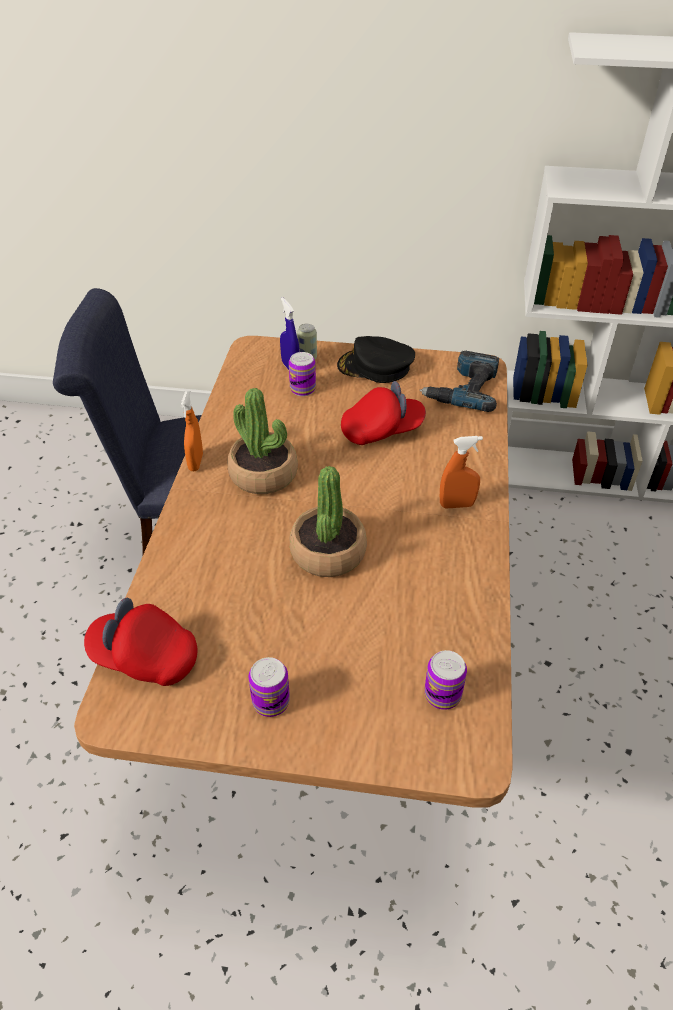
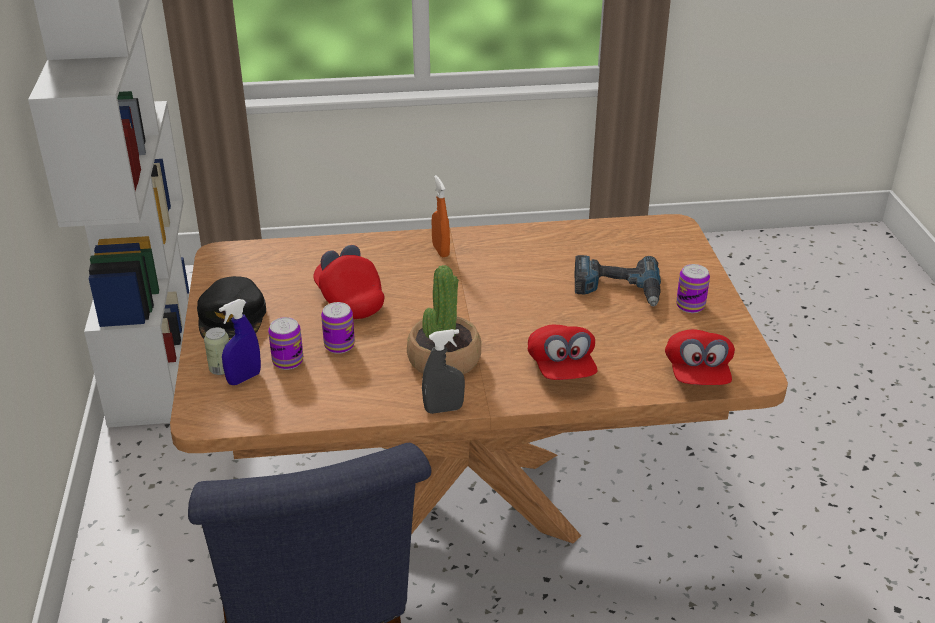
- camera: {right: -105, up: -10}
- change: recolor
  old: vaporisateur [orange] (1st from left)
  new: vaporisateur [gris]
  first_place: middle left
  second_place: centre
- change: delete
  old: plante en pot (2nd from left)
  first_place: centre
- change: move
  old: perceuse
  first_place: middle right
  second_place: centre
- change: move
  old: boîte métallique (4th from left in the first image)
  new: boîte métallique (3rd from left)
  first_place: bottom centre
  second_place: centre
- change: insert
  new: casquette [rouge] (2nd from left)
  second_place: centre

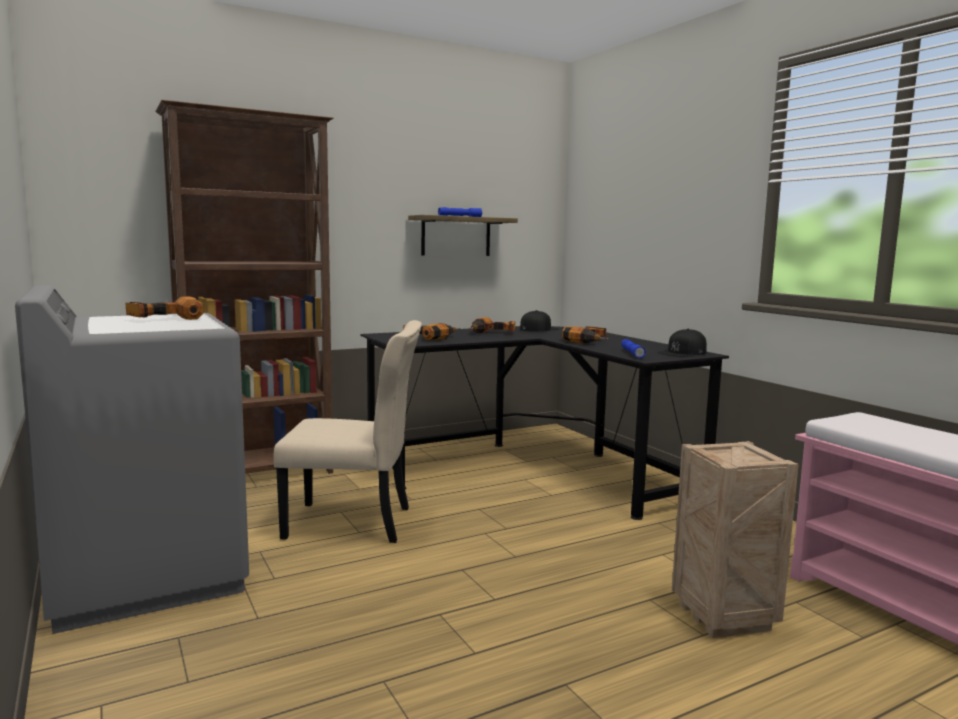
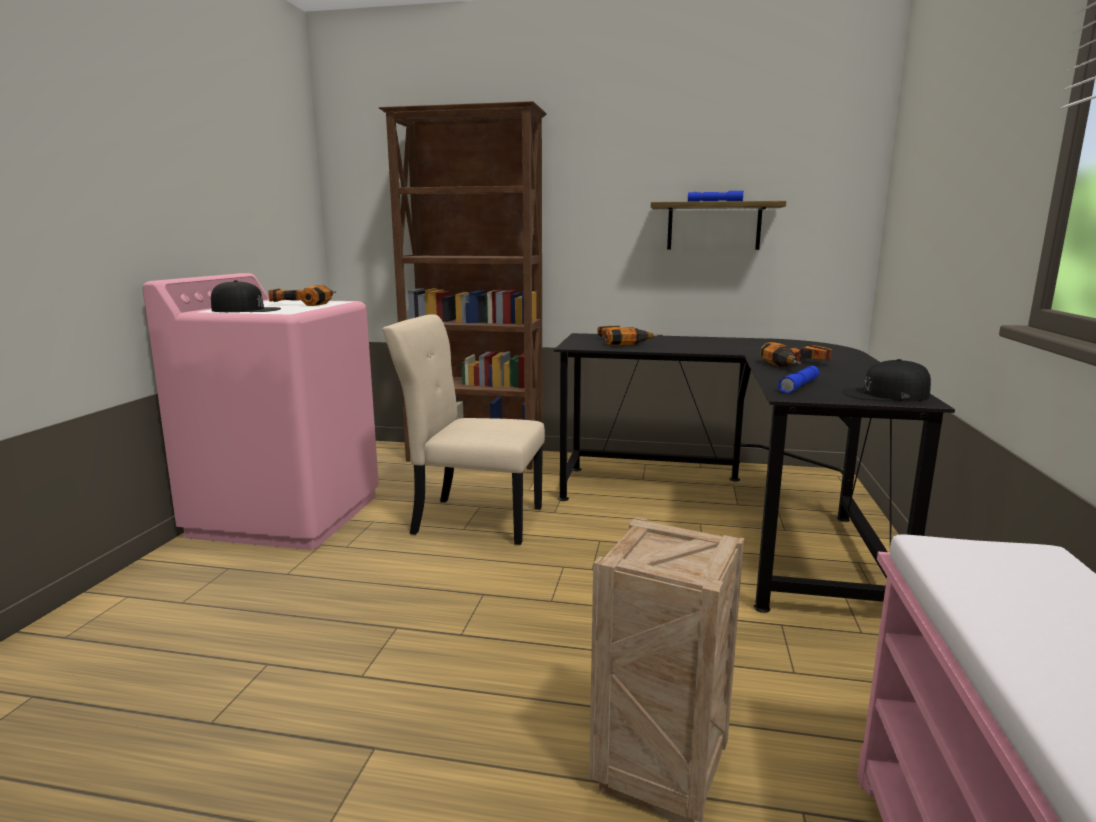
- camera: {right: 40, up: 5}
- change: recolor
  old: lave-linge [gris]
  new: lave-linge [rose]
  first_place: middle left
  second_place: middle left
- change: rotate
  old: chaise [beige]
  first_place: centre
  second_place: centre
  degrees: 150
- change: delete
  old: perceuse (3rd from left)
  first_place: centre
- change: move
  old: casquette [noir] (1st from left)
  first_place: centre
  second_place: middle left

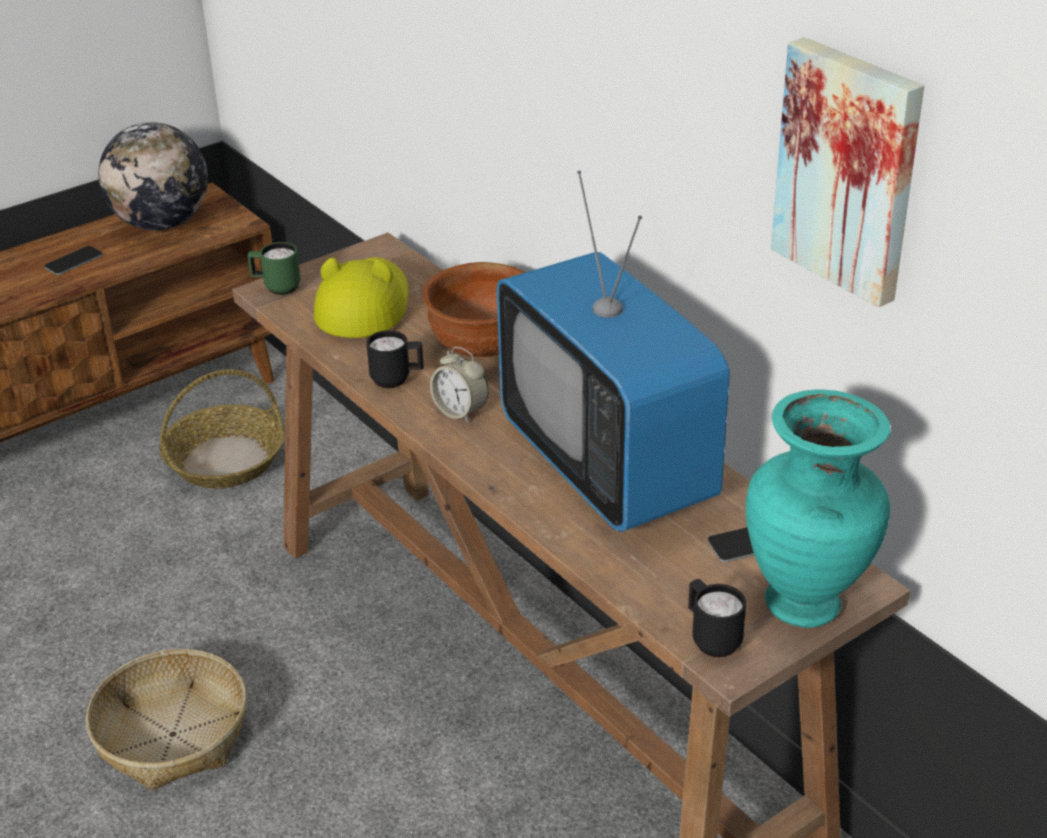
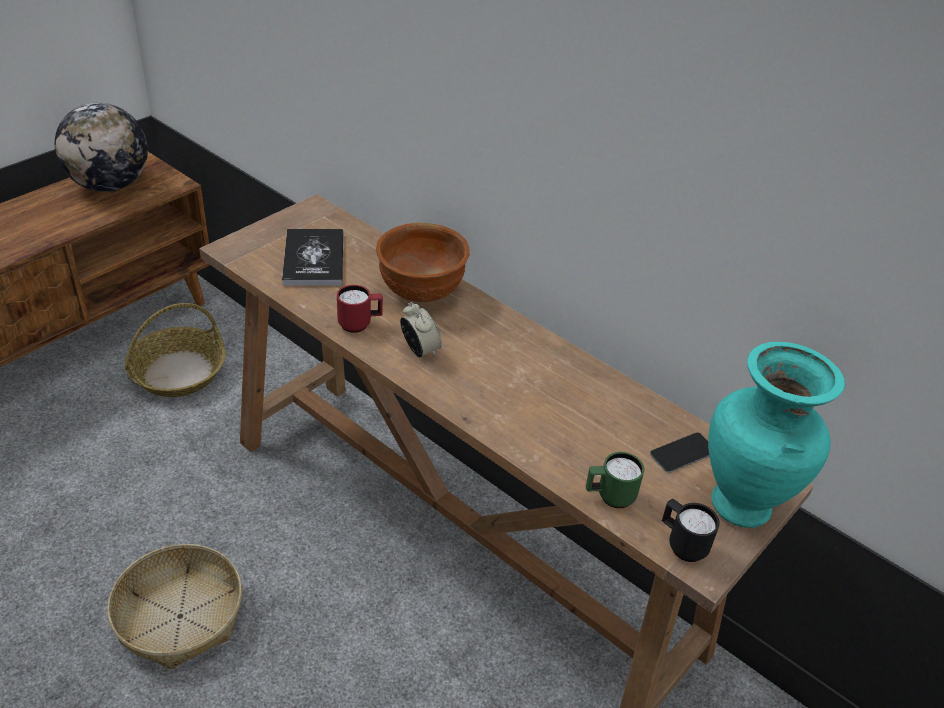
- camera: {right: -15, up: 5}
- change: delete
  old: téléphone (1st from left)
  first_place: top left
- change: move
  old: mug [vert]
  first_place: top left
  second_place: bottom centre
- change: replace
  old: chapeau [jaune]
  new: livre
  first_place: centre
  second_place: middle left
- change: recolor
  old: mug [noir] (1st from left)
  new: mug [rouge]
  first_place: centre
  second_place: centre
- change: rotate
  old: réveil
  first_place: centre
  second_place: centre
  degrees: -150
- change: delete
  old: téléviseur
  first_place: centre
- change: delete
  old: tableau
  first_place: top right

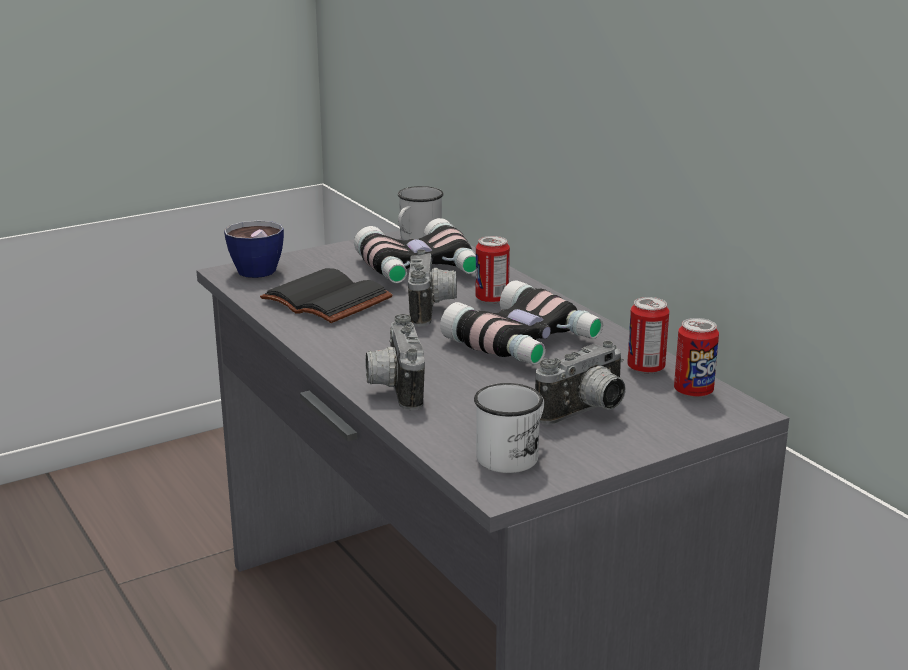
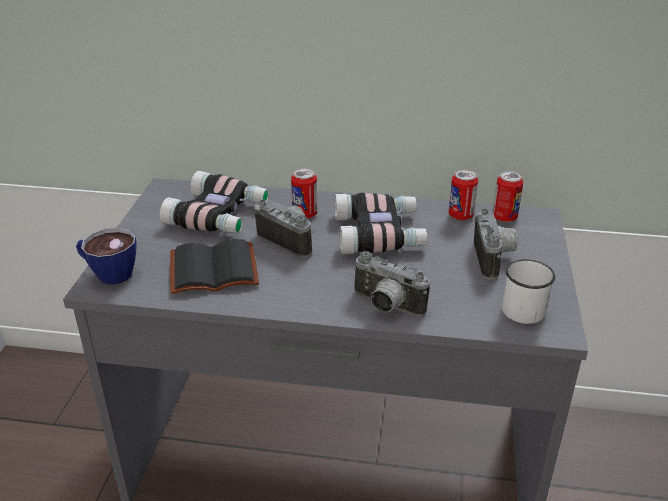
- camera: {right: -50, up: 10}
- change: delete
  old: mug [blanc] (1st from left)
  first_place: top centre

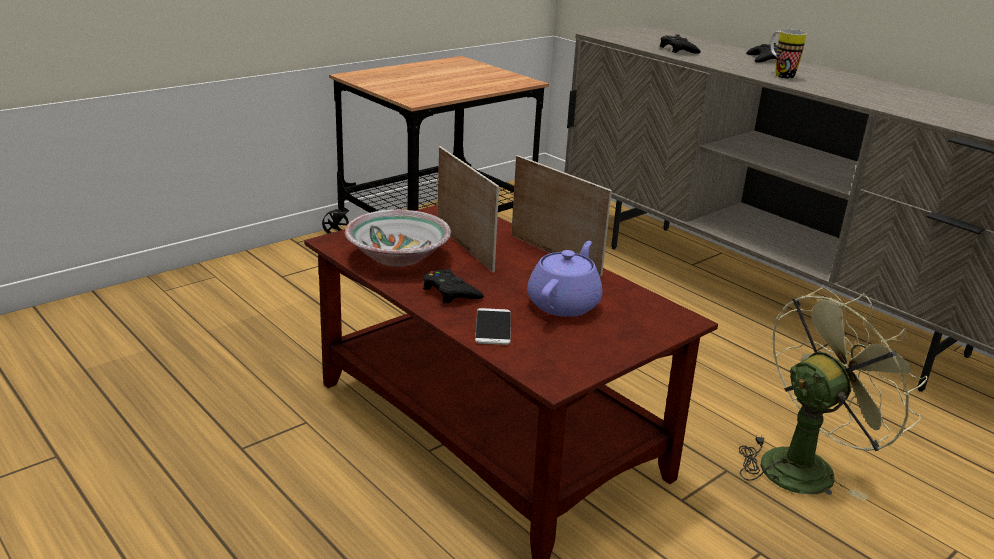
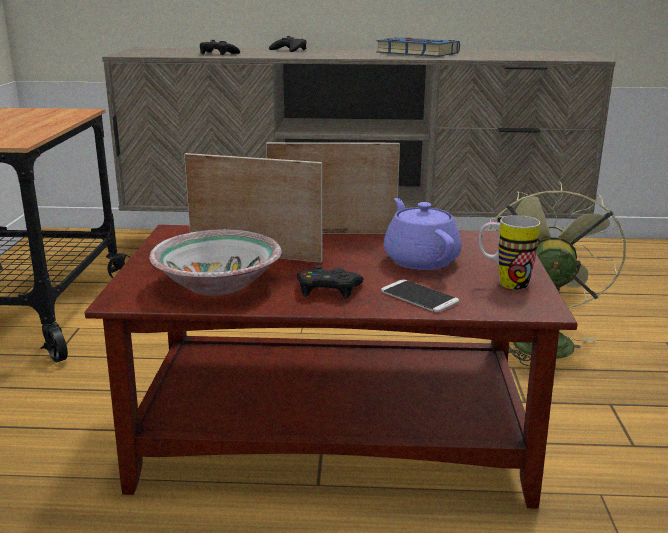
- camera: {right: -45, up: -5}
- change: move
  old: mug
  first_place: top right
  second_place: middle right
- change: insert
  new: livre [bleu]
  second_place: top centre

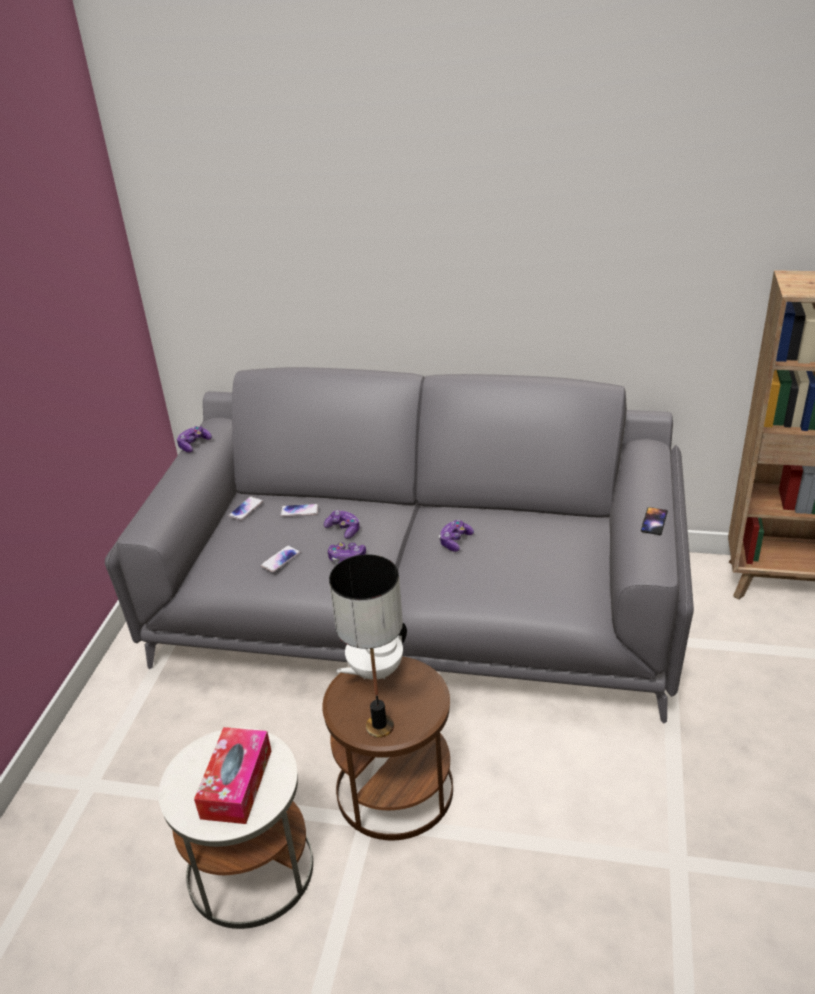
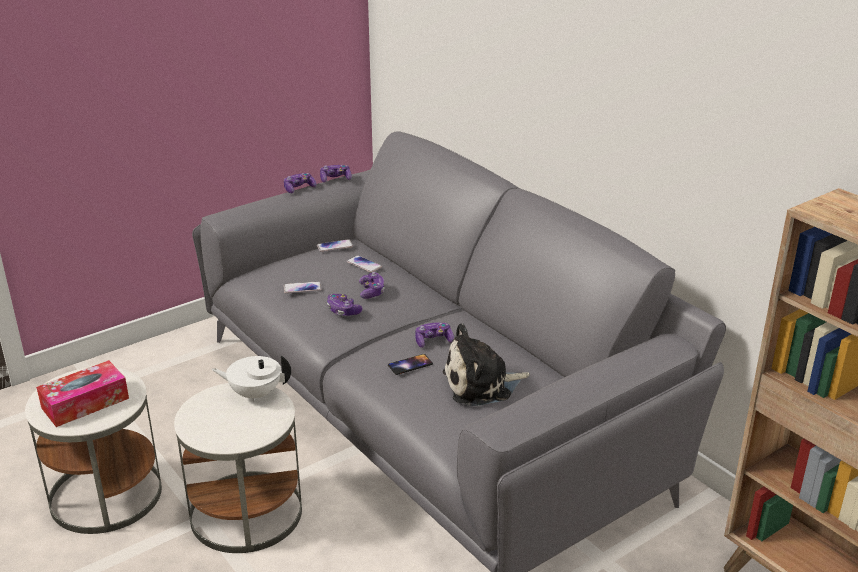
- camera: {right: 40, up: -5}
- change: recolor
  old: table d'appoint [marron]
  new: table d'appoint [blanc] (2nd from left)
  first_place: bottom centre
  second_place: bottom left
- change: delete
  old: lampe de table
  first_place: centre
- change: move
  old: téléphone (4th from left)
  first_place: middle right
  second_place: centre
- change: insert
  new: manette (1st from left)
  second_place: top centre
- change: insert
  new: peluche
  second_place: centre

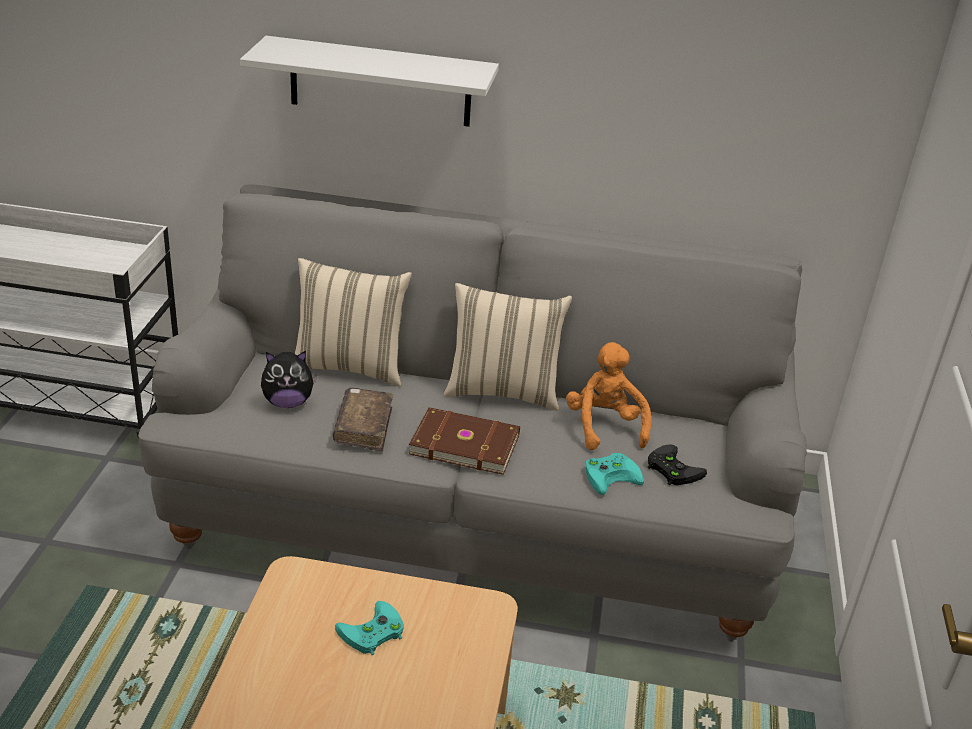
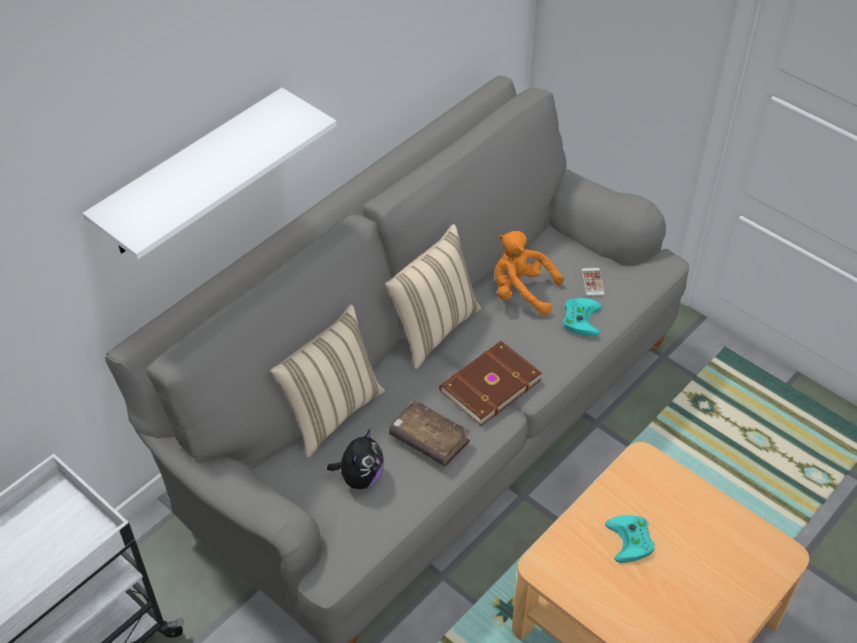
- camera: {right: -55, up: 15}
- change: replace
  old: manette [noir]
  new: téléphone
  first_place: middle right
  second_place: middle right

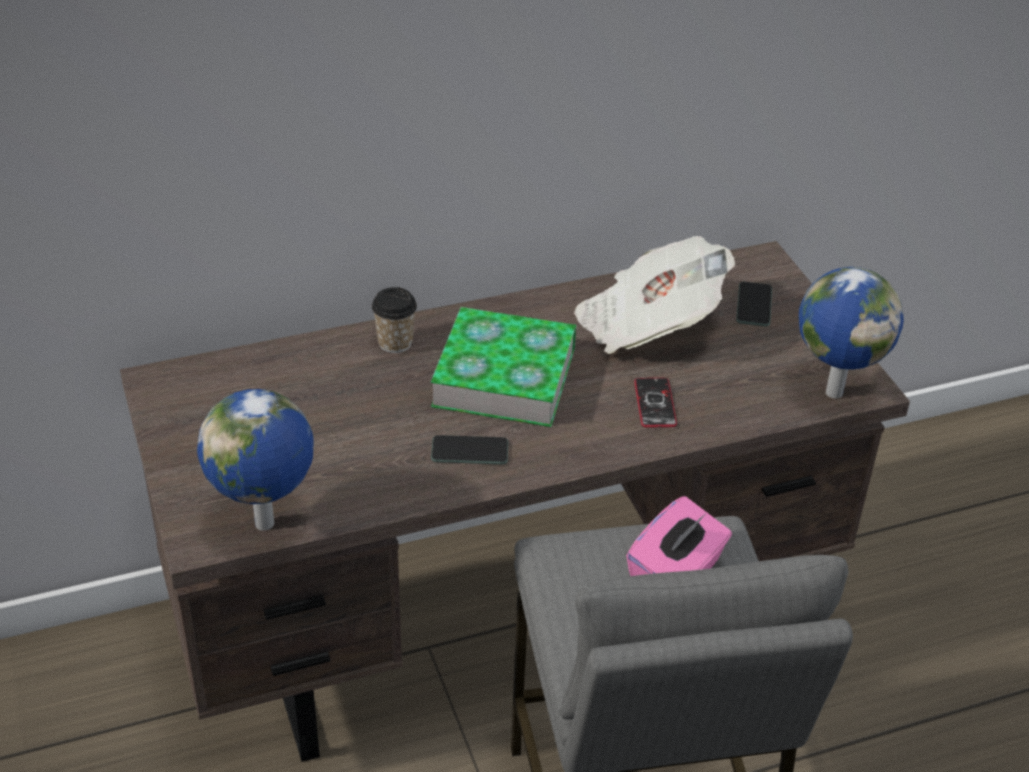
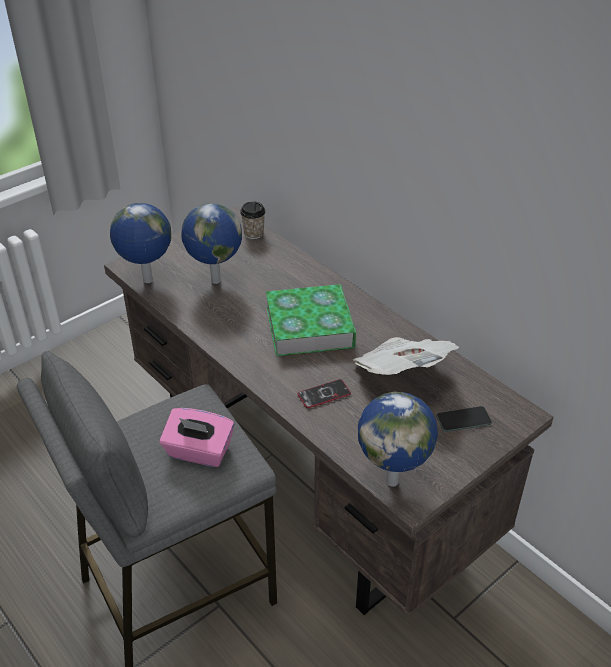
- camera: {right: 70, up: 0}
- change: move
  old: tasse
  first_place: centre
  second_place: top centre
- change: delete
  old: téléphone (1st from left)
  first_place: centre
- change: insert
  new: globe (2nd from left)
  second_place: centre

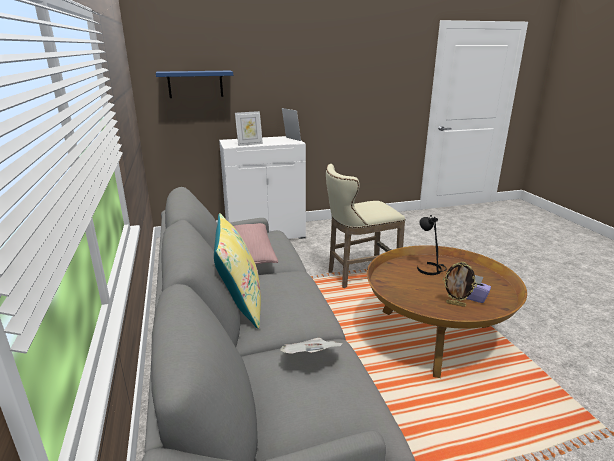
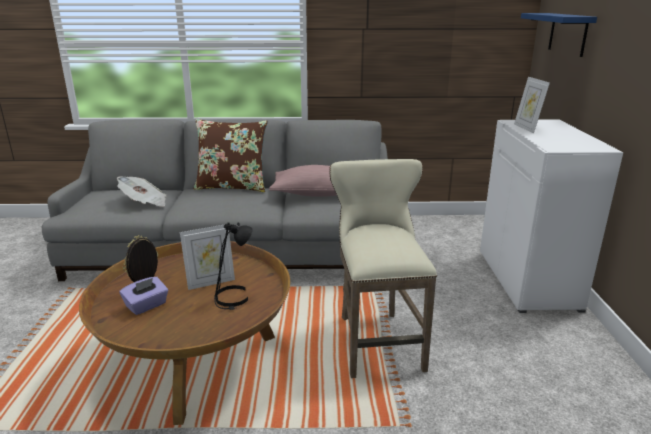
- camera: {right: 105, up: 0}
- change: recolor
  old: coussin [jaune]
  new: coussin [marron]
  first_place: centre
  second_place: centre
- change: move
  old: cadre photo (2nd from left)
  first_place: top centre
  second_place: middle left

